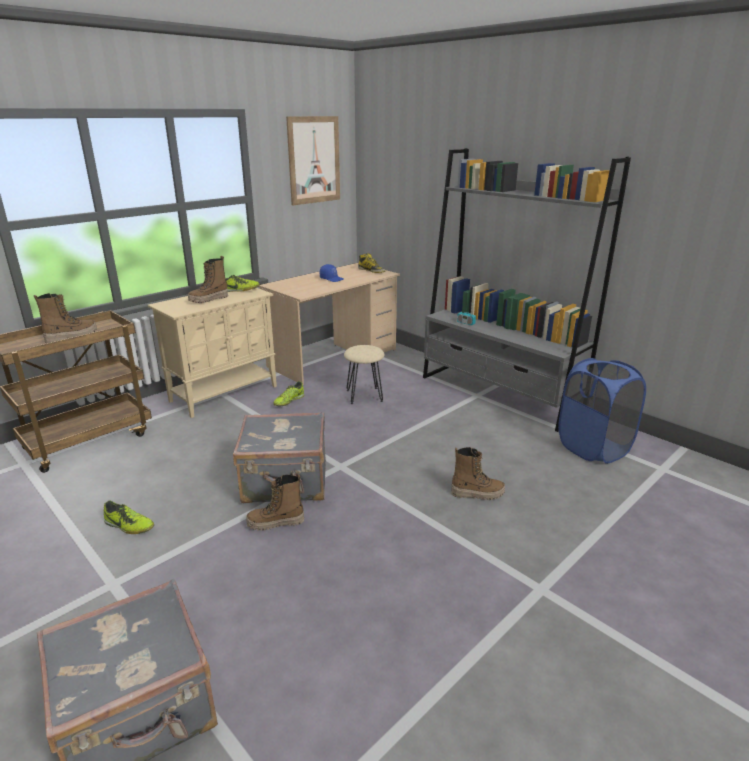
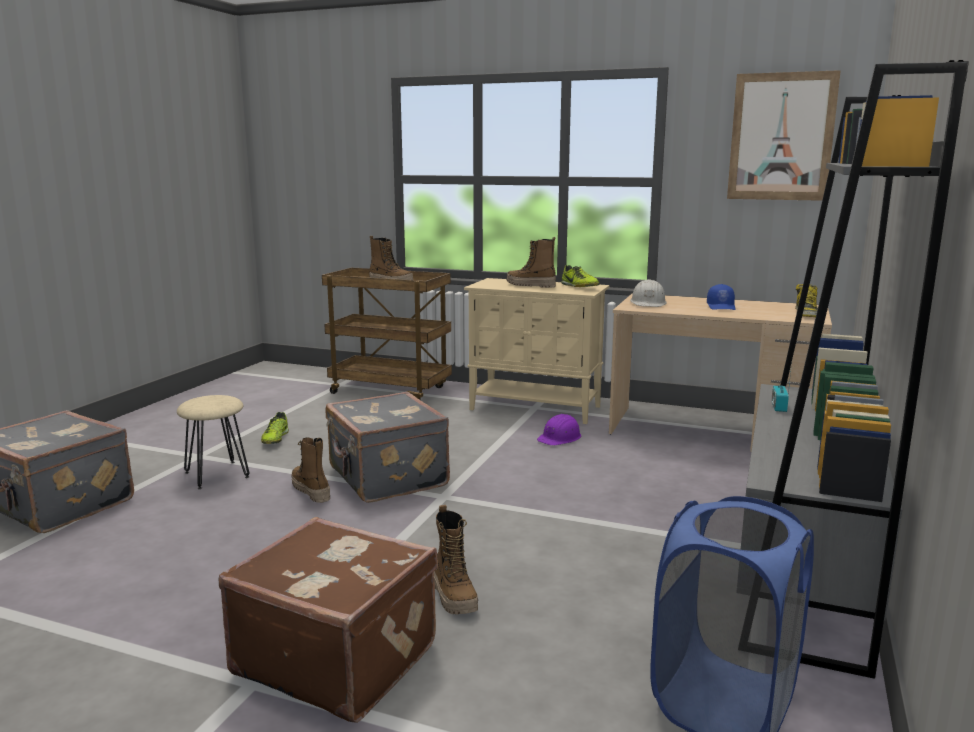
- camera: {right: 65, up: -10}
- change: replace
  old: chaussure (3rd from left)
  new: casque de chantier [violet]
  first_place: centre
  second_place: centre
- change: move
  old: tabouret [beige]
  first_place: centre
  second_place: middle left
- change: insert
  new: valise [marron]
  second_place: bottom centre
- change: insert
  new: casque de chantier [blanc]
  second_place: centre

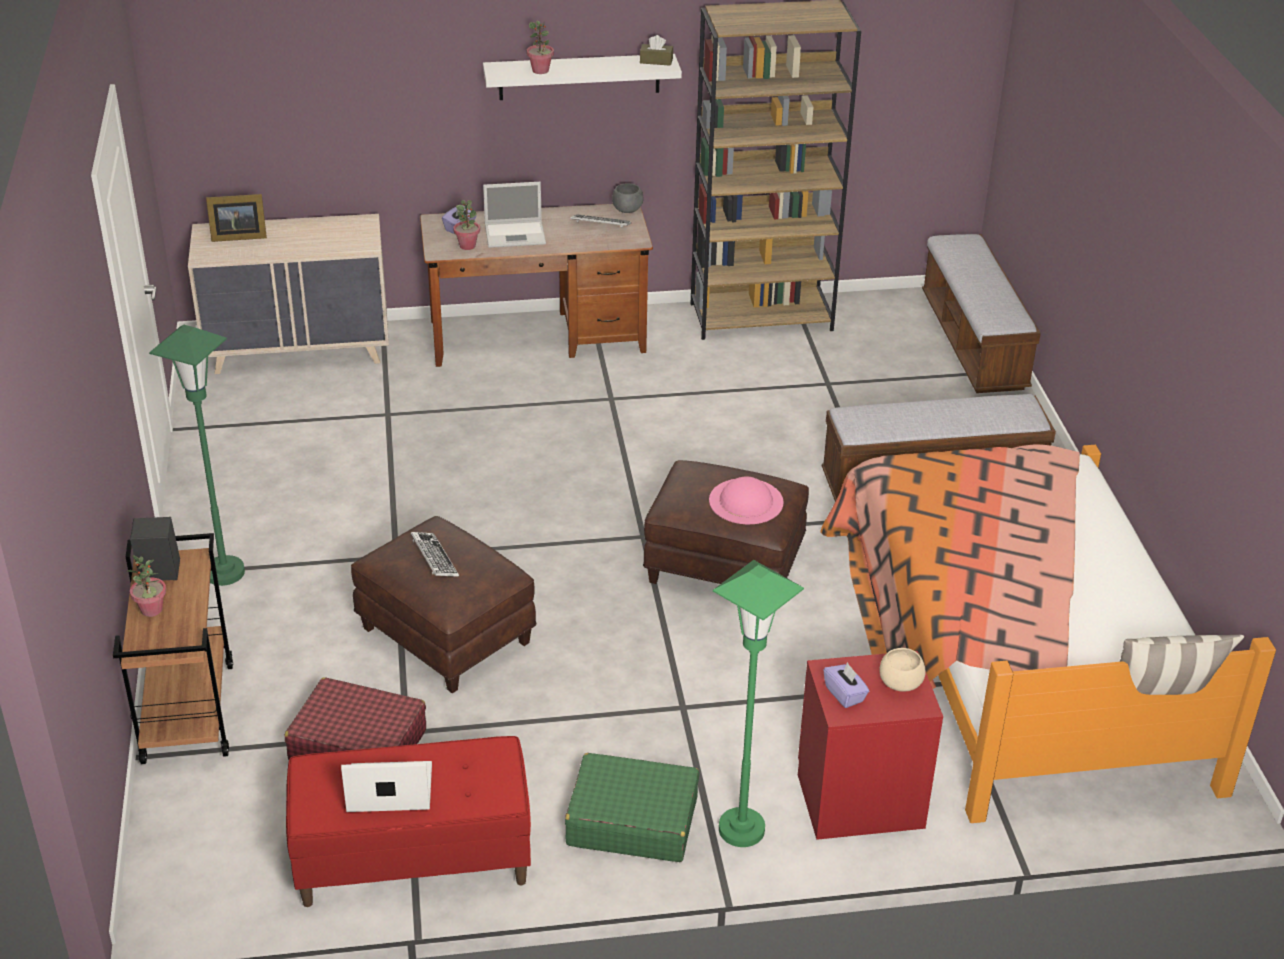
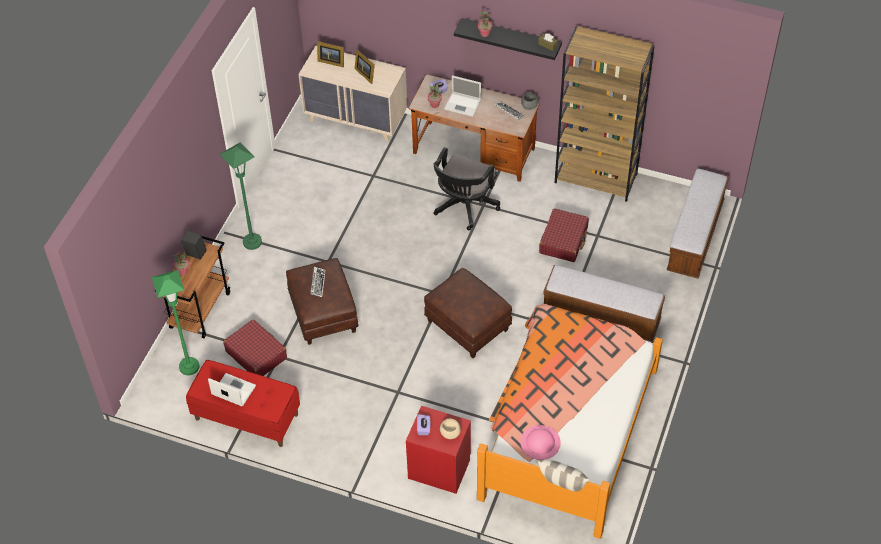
- camera: {right: 30, up: 15}
- change: recolor
  old: étagère [blanc]
  new: étagère [noir]
  first_place: top centre
  second_place: top centre
- change: delete
  old: valise [vert]
  first_place: bottom centre
- change: move
  old: chapeau [rose]
  first_place: centre
  second_place: bottom centre
- change: move
  old: lampadaire [vert] (2nd from left in the first image)
  new: lampadaire [vert] (1st from left)
  first_place: bottom centre
  second_place: middle left
- change: insert
  new: cadre photo (2nd from left)
  second_place: top centre
- change: insert
  new: chaise de bureau [noir]
  second_place: centre
- change: insert
  new: valise [rouge] (2nd from left)
  second_place: centre

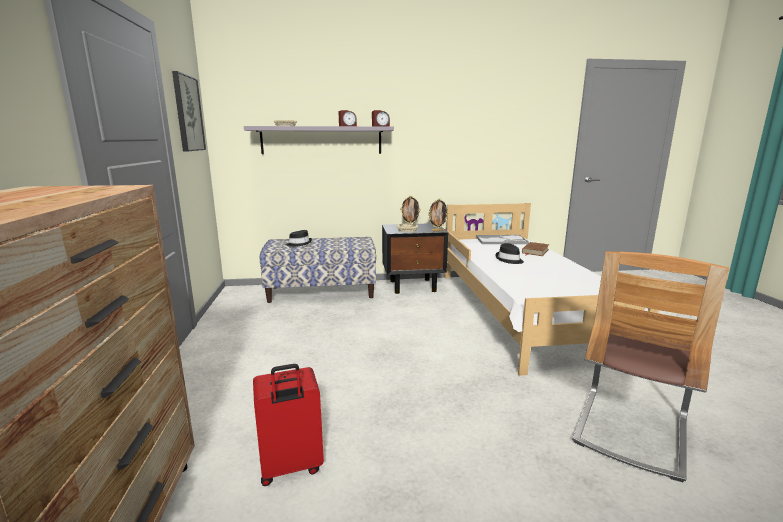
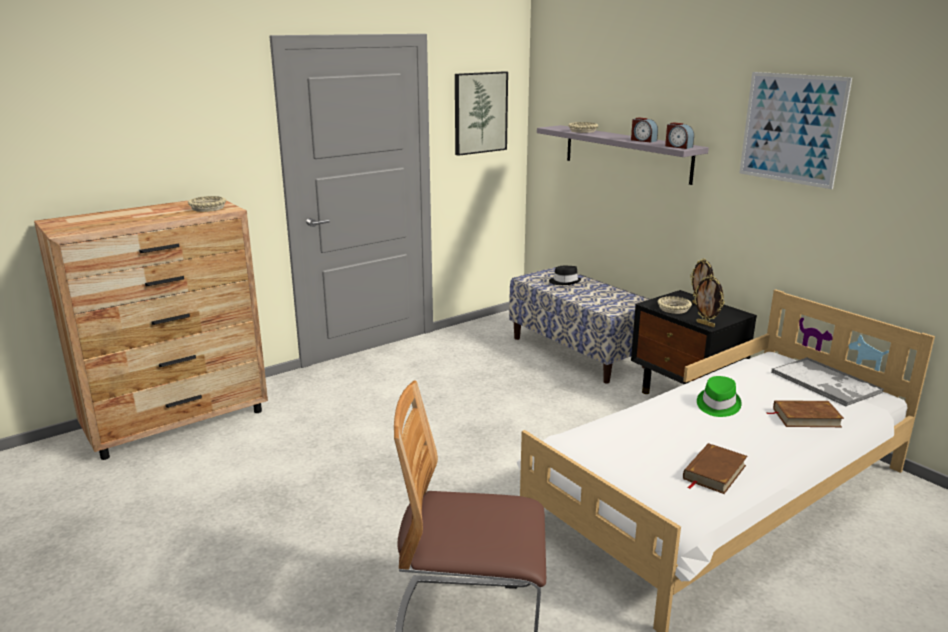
- camera: {right: 60, up: 5}
- change: delete
  old: valise [rouge]
  first_place: bottom centre
- change: recolor
  old: chapeau [noir] (2nd from left)
  new: chapeau [vert]
  first_place: centre
  second_place: middle right
- change: insert
  new: bol [beige] (1st from left)
  second_place: top left
- change: insert
  new: livre [marron] (1st from left)
  second_place: bottom right
- change: insert
  new: tableau (2nd from left)
  second_place: top right

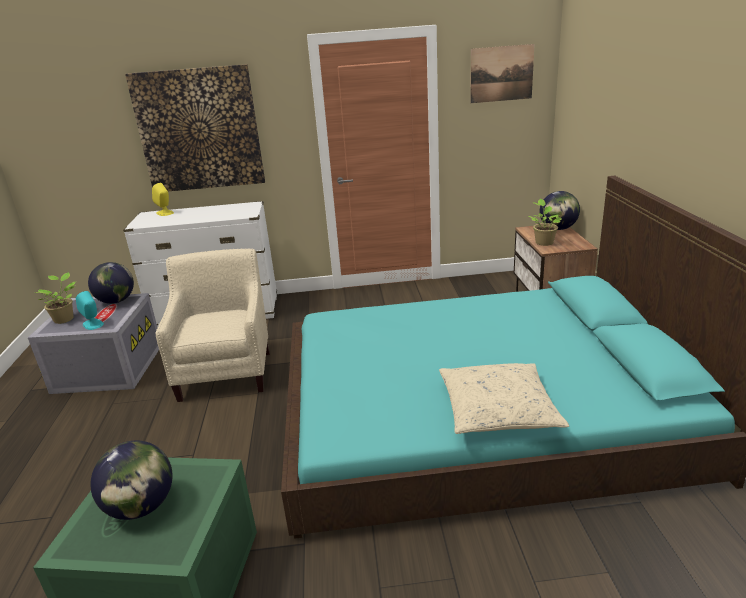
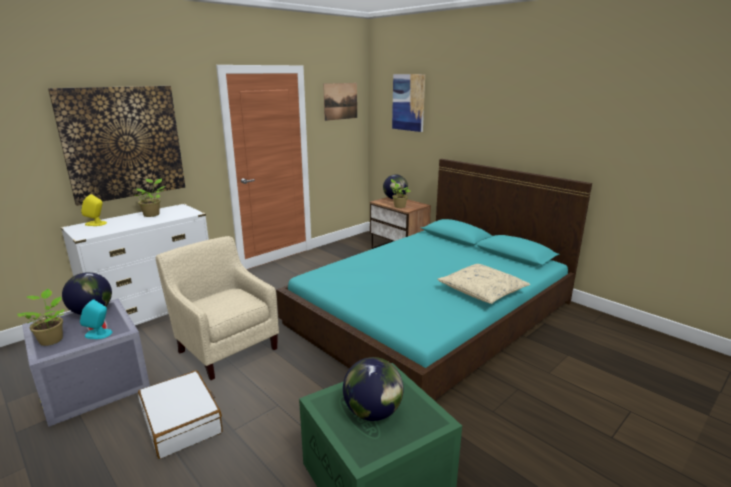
- camera: {right: -40, up: -5}
- change: insert
  new: plante en pot (2nd from left)
  second_place: middle left
- change: insert
  new: valise [blanc]
  second_place: bottom left
- change: insert
  new: tableau (3rd from left)
  second_place: top centre

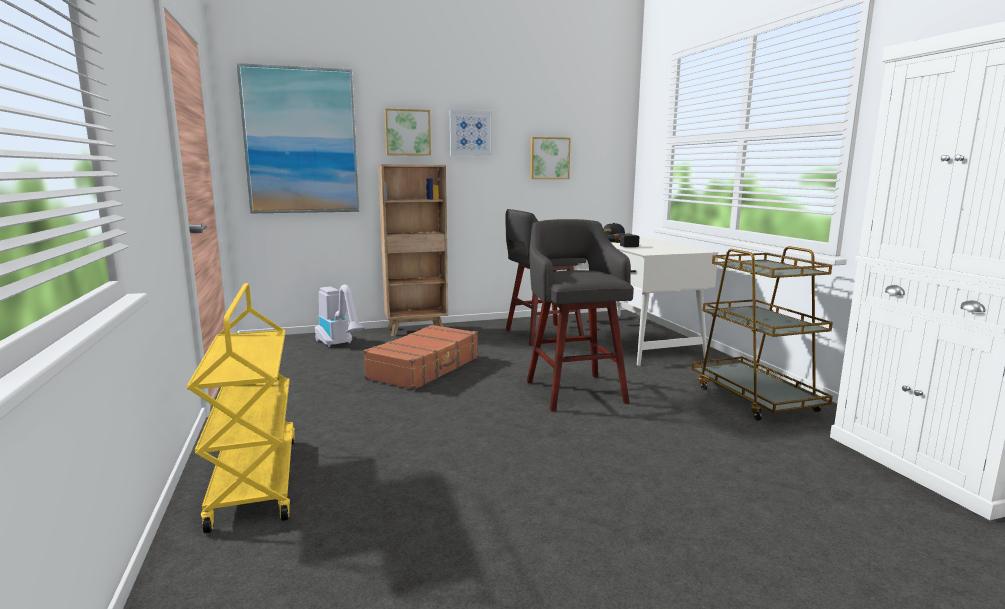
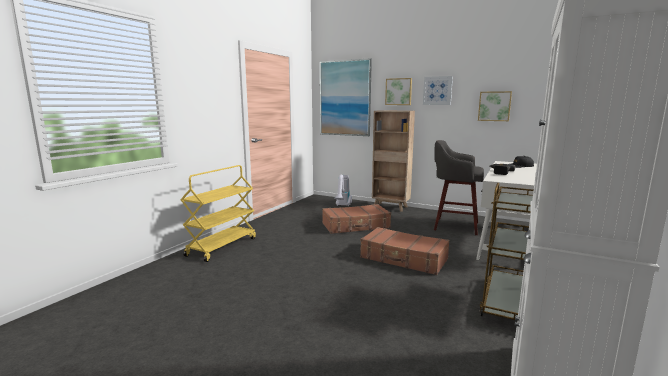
- camera: {right: 45, up: 0}
- change: replace
  old: tabouret [gris] (2nd from left)
  new: valise [marron] (2nd from left)
  first_place: centre
  second_place: bottom centre

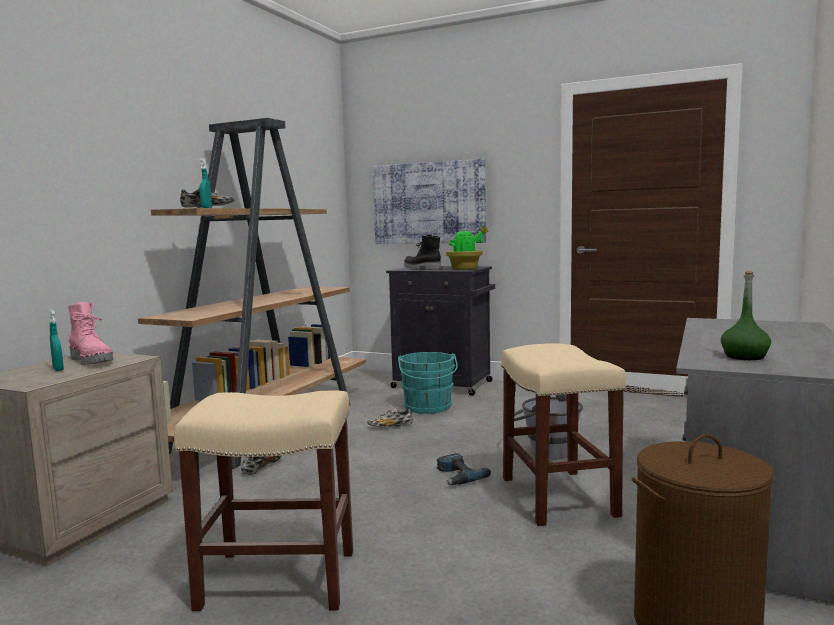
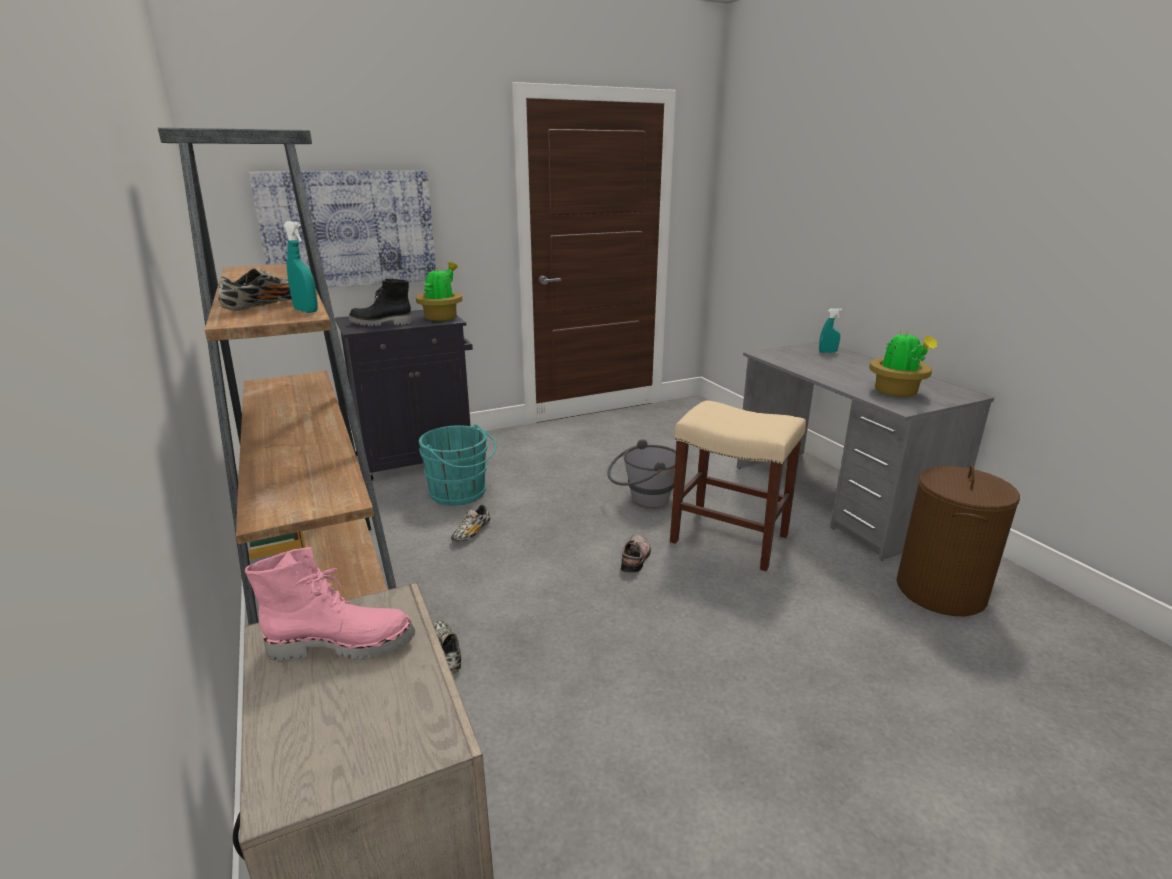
- camera: {right: -50, up: 15}
- change: move
  old: vaporisateur [turquoise] (1st from left in the first image)
  new: vaporisateur [turquoise] (2nd from left)
  first_place: middle left
  second_place: middle right
- change: delete
  old: tabouret [beige] (1st from left)
  first_place: bottom left
- change: replace
  old: perceuse
  new: chaussure (4th from left)
  first_place: bottom centre
  second_place: centre
- change: replace
  old: bouteille [vert]
  new: plante en pot (2nd from left)
  first_place: middle right
  second_place: middle right

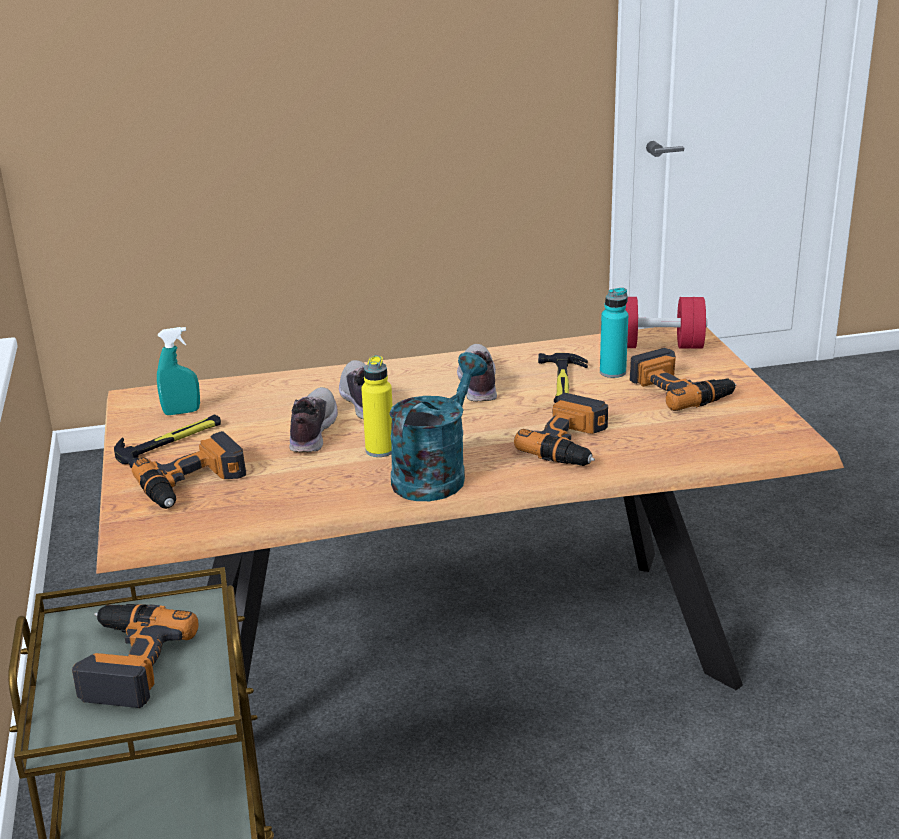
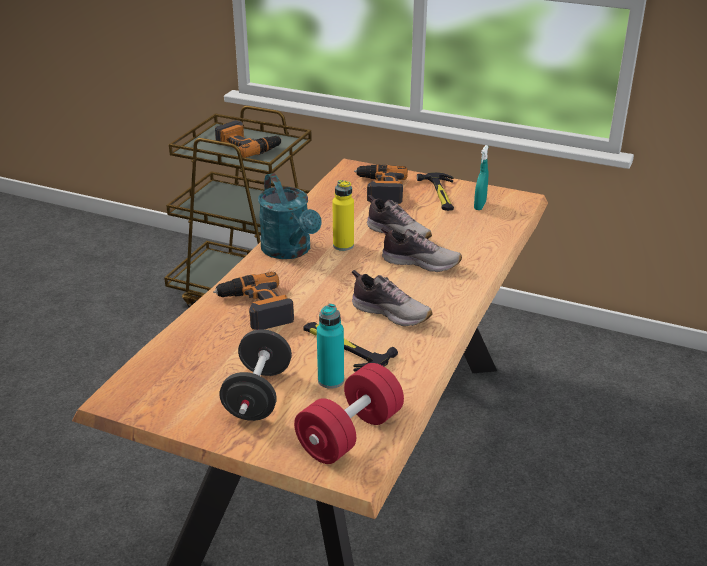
- camera: {right: 125, up: 5}
- change: replace
  old: perceuse (4th from left)
  new: haltère [noir]
  first_place: middle right
  second_place: centre

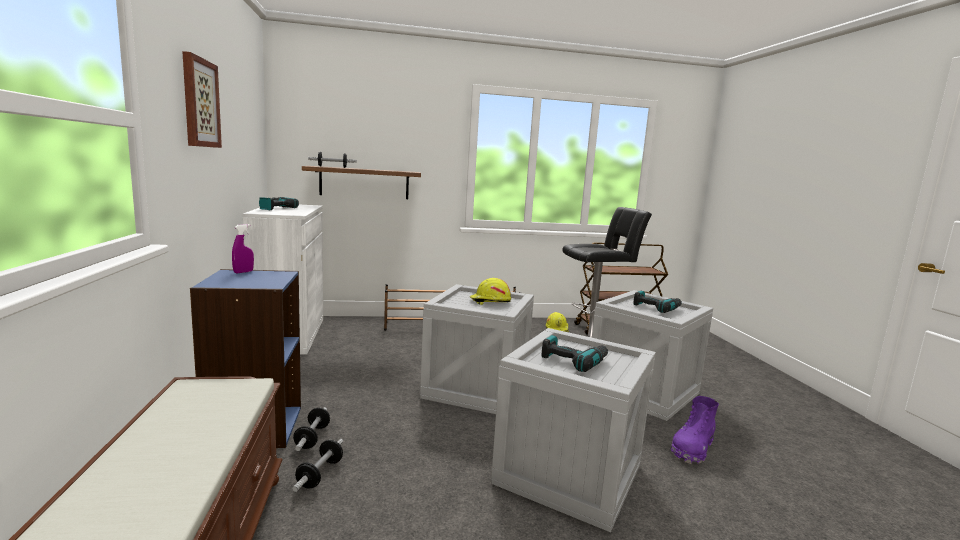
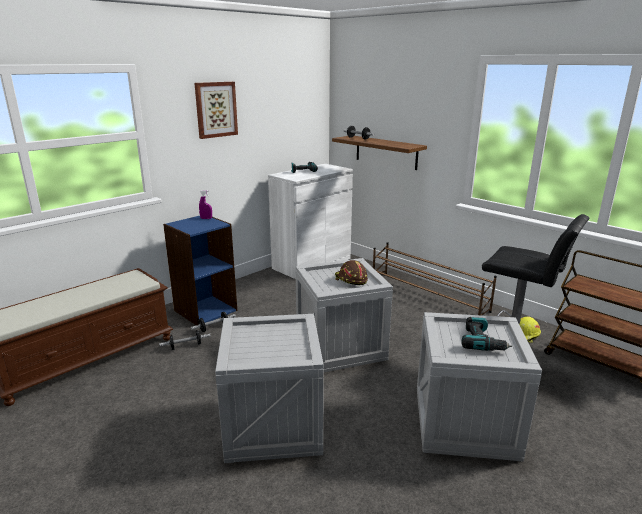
- camera: {right: 55, up: 10}
- change: recolor
  old: casque de chantier [jaune] (1st from left)
  new: casque de chantier [marron]
  first_place: centre
  second_place: centre
- change: delete
  old: perceuse (2nd from left)
  first_place: centre
- change: delete
  old: botte [violet]
  first_place: bottom right

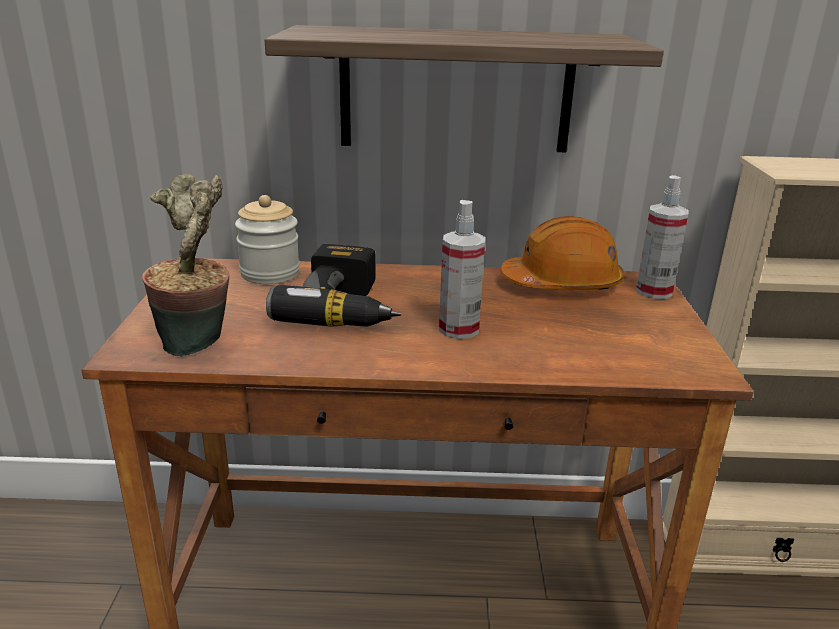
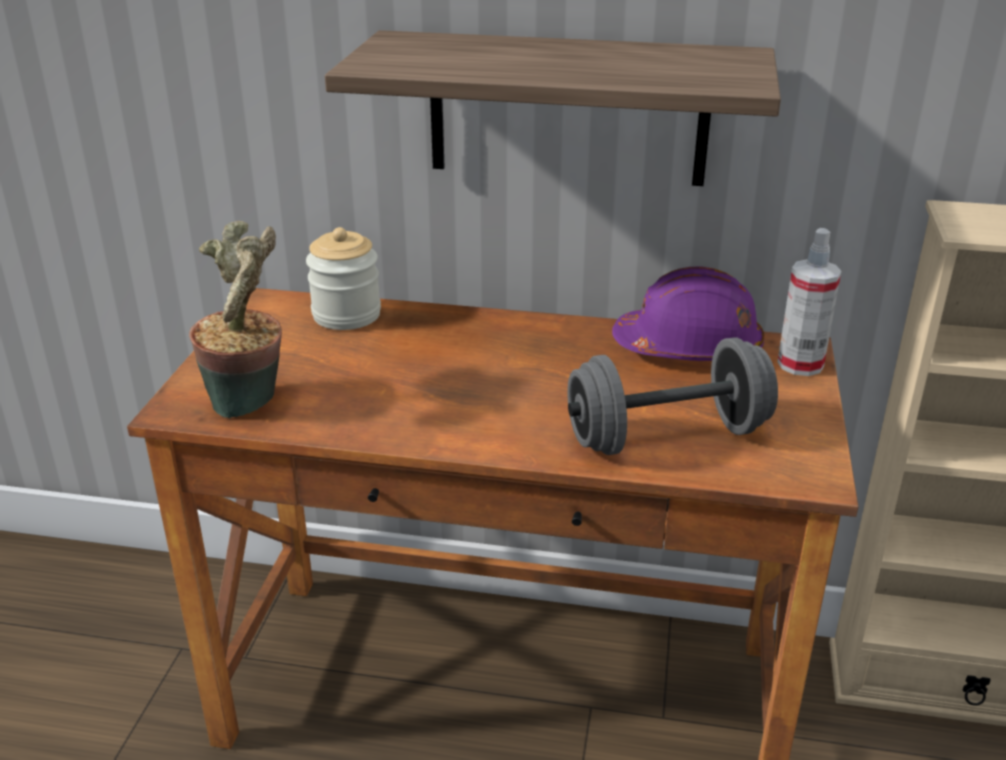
- camera: {right: 10, up: 5}
- change: delete
  old: perceuse
  first_place: centre
- change: delete
  old: vaporisateur (1st from left)
  first_place: centre
- change: recolor
  old: casque de chantier [orange]
  new: casque de chantier [violet]
  first_place: middle right
  second_place: middle right
- change: insert
  new: haltère [gris]
  second_place: middle right

